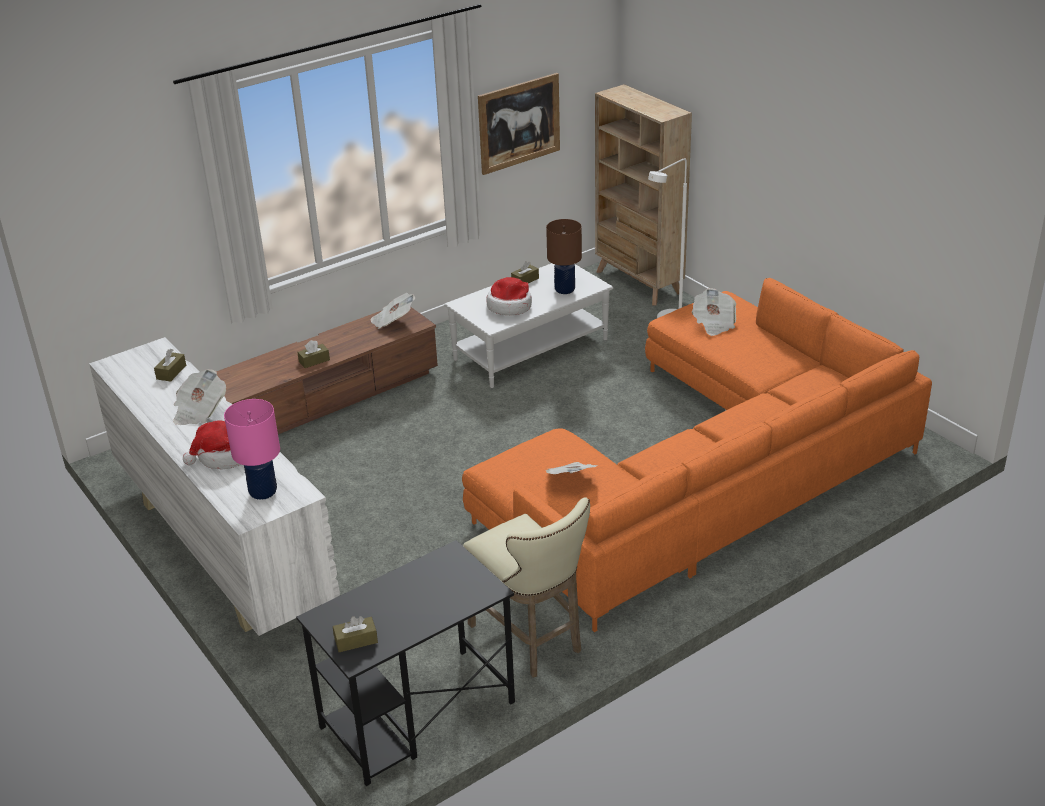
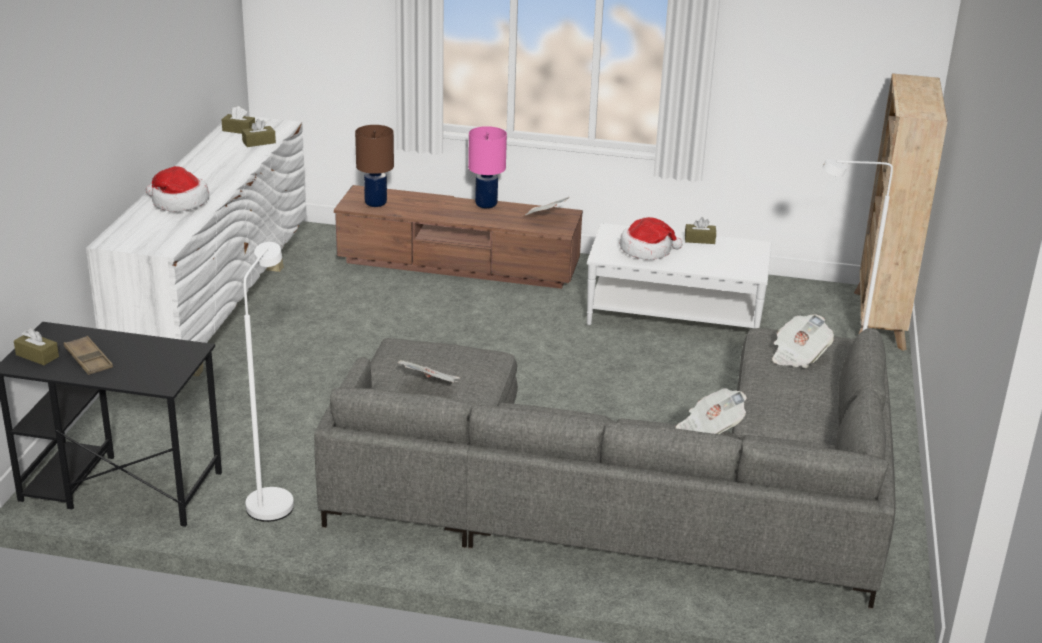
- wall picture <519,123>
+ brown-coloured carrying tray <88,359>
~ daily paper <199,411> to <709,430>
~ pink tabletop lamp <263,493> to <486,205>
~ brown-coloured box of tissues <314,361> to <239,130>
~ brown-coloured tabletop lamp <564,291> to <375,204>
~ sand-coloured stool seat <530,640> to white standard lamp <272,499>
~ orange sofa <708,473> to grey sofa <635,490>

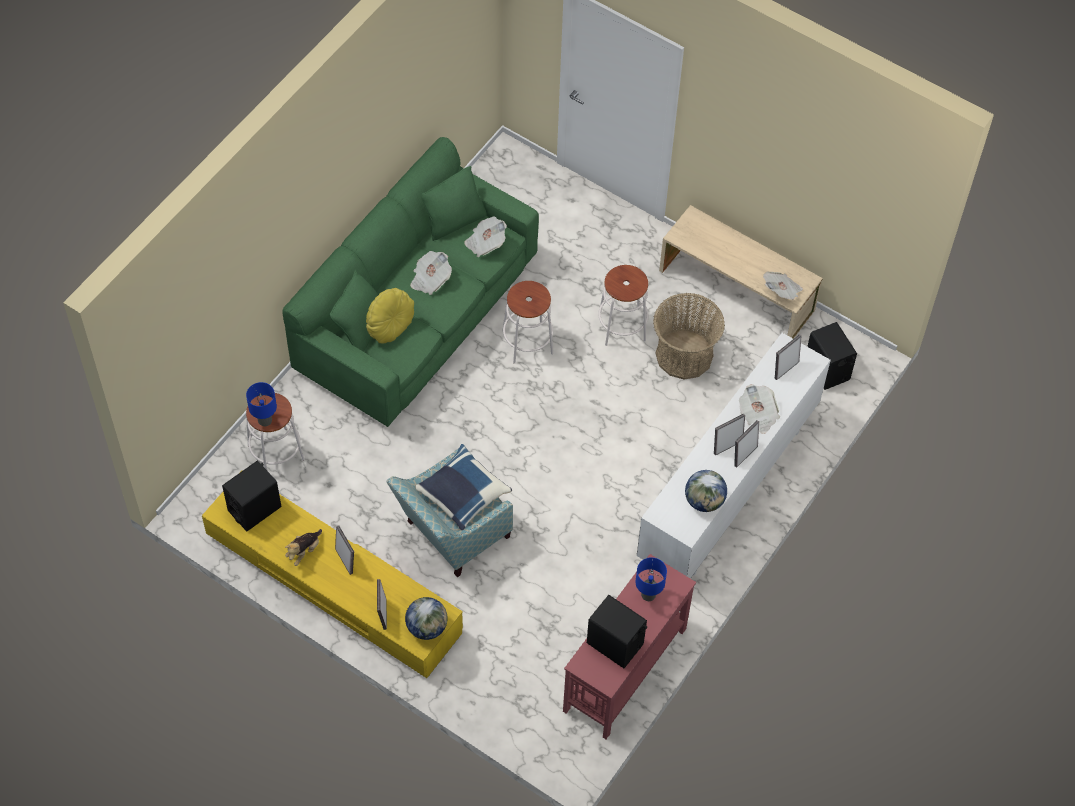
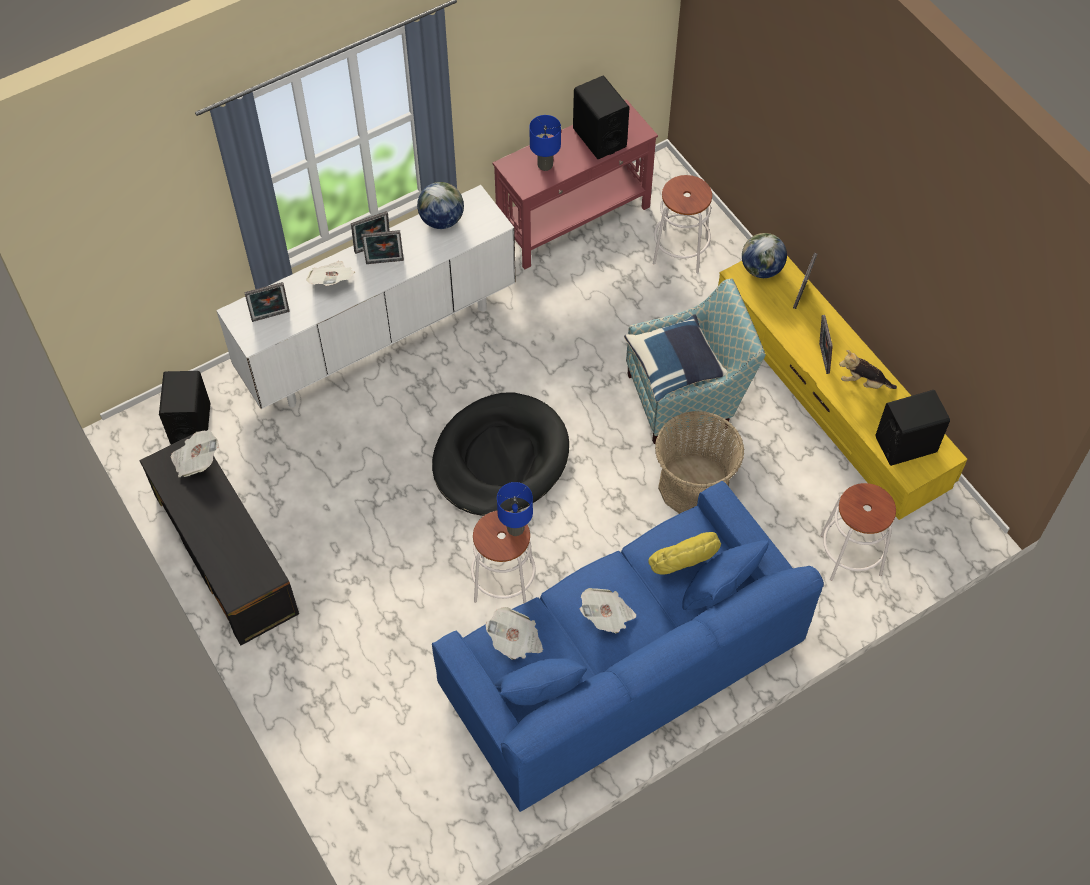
+ blackish dog cushion <500,458>
~ blue tabletop lamp <264,421> to <516,529>
~ white stool seat <622,326> to <680,250>
~ household basket <684,355> to <693,485>
~ green-coloured sofa <417,315> to blue sofa <620,666>
~ sand-coloured long seat <738,290> to blackish long seat <223,553>
~ plush toy <304,551> = <863,382> 135 degrees counterclockwise

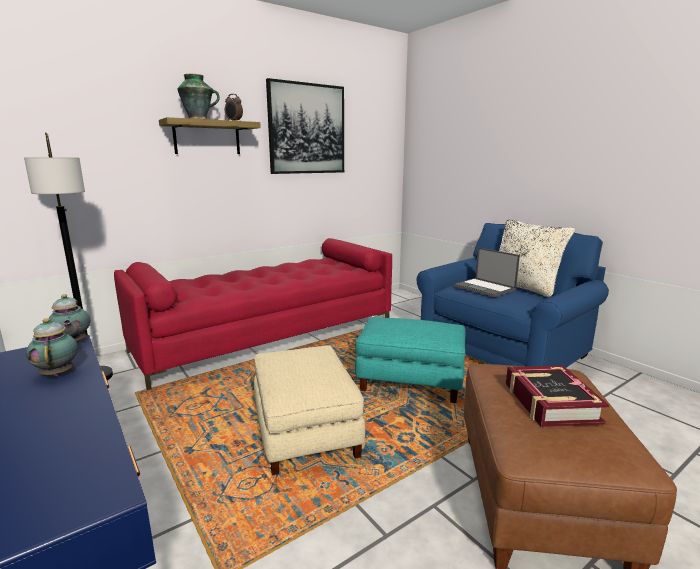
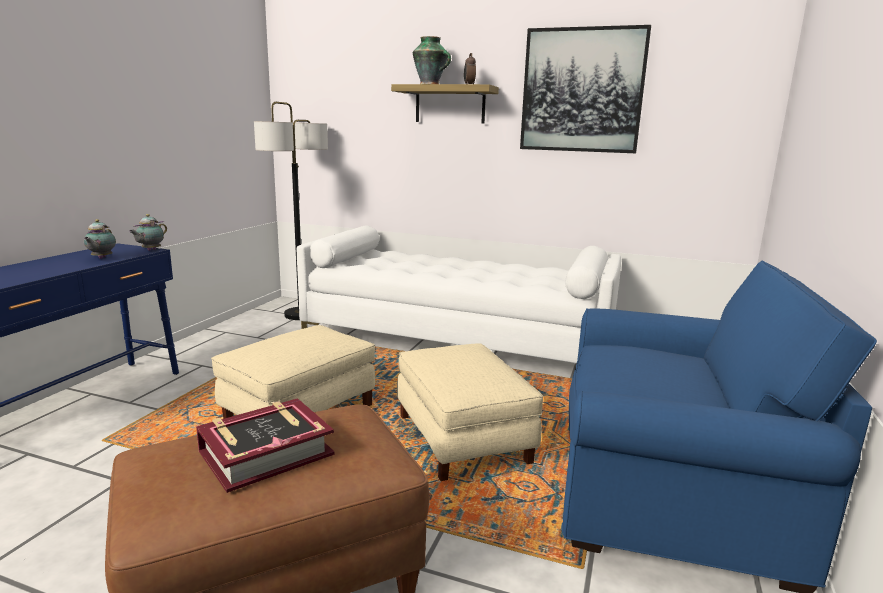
- laptop <485,288>
- sand-coloured cushion <524,289>
~ red-coloured sofa <269,336> to white sofa <456,340>
~ turquoise ottoman <411,380> to sand-coloured ottoman <463,439>
~ teapot <58,373> = <101,258> 150 degrees clockwise

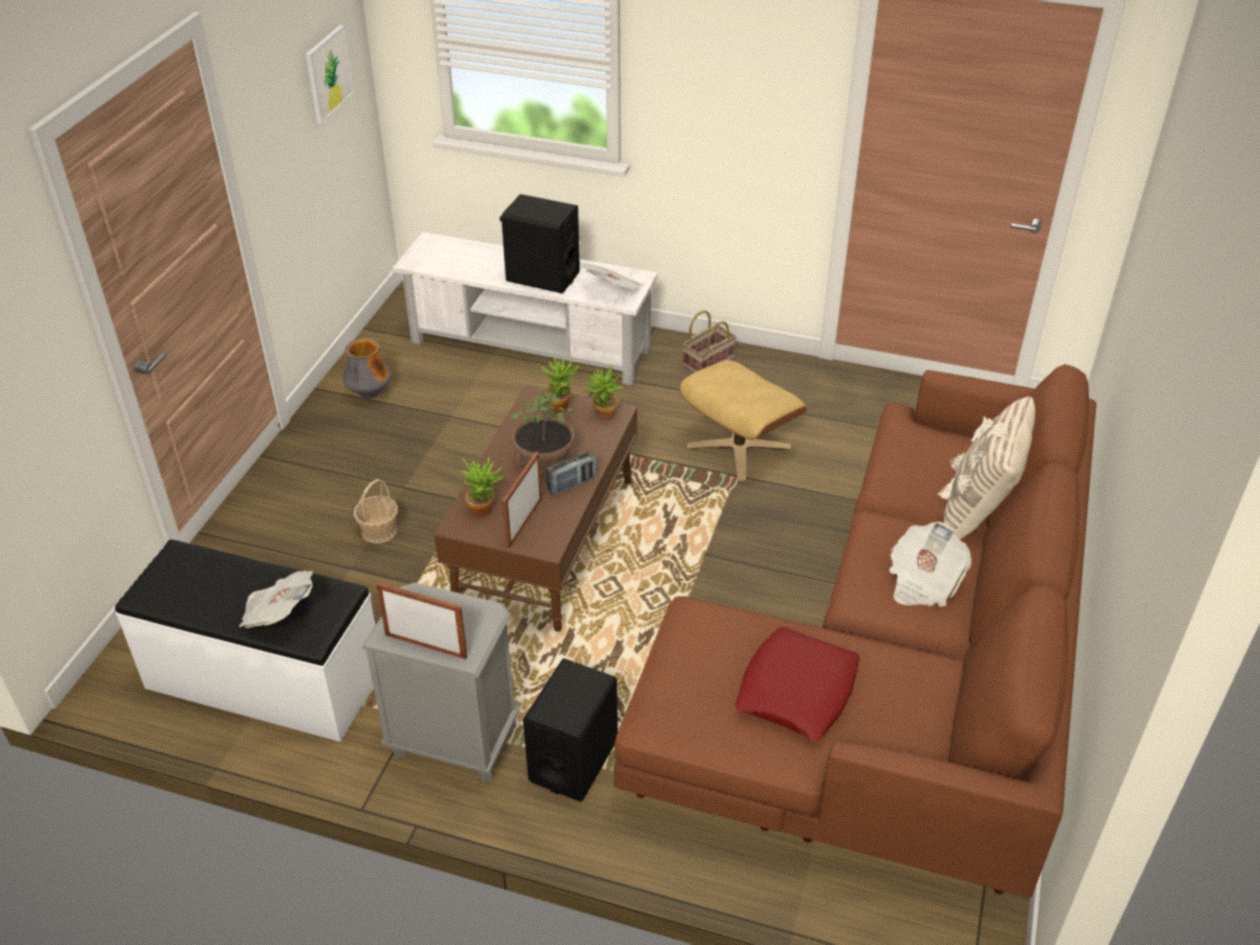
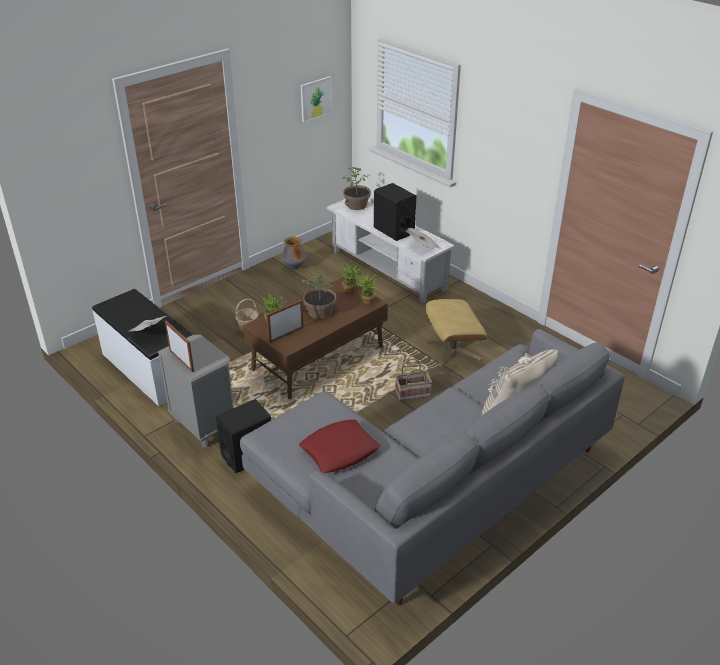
- radio <572,484>
- daily paper <923,581>
+ potted plant <357,205>
~ household basket <708,361> to <413,392>
~ brown-coloured sofa <896,684> to grey sofa <434,489>

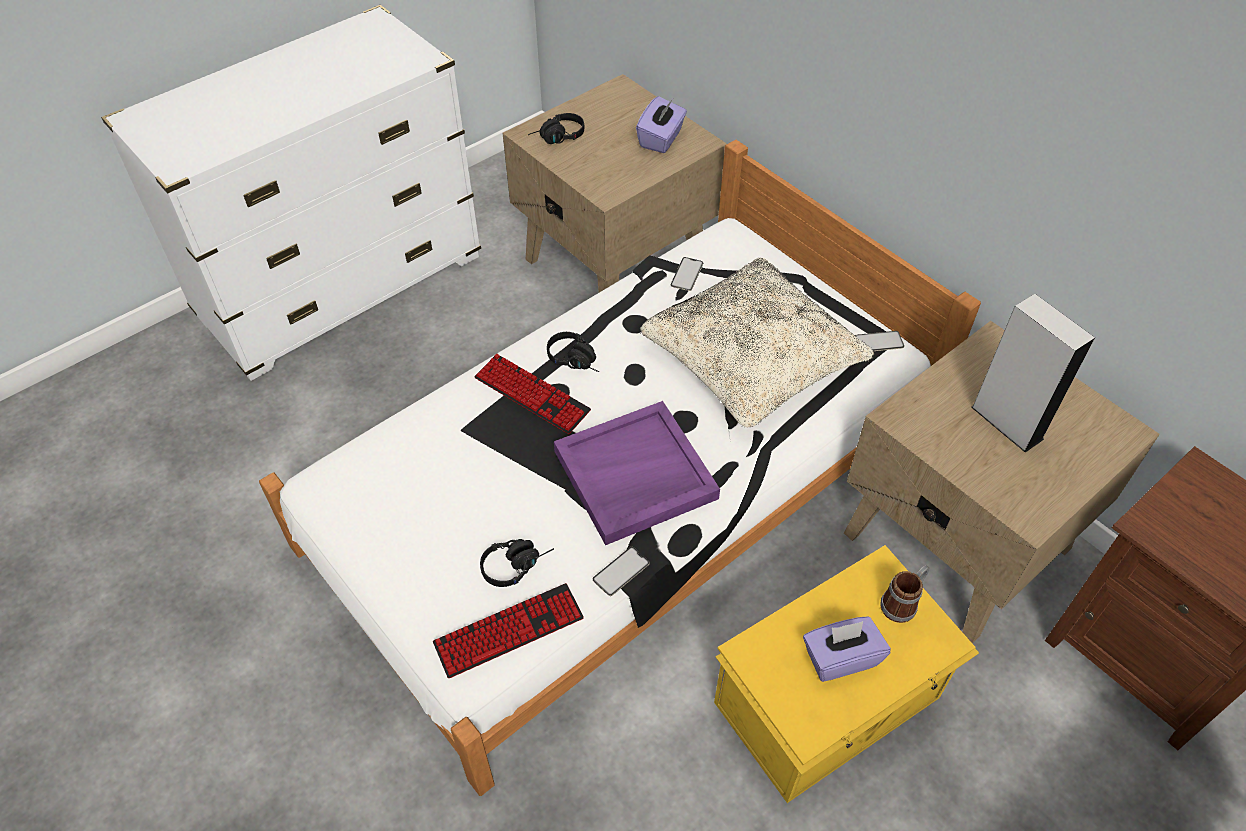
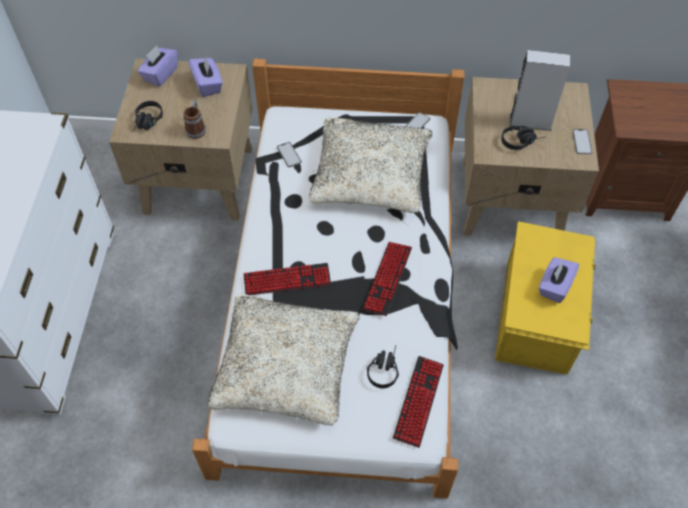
+ purplish box of tissues <160,74>
+ sand-coloured cushion <286,367>
~ blackish pair of headphones <577,361> to <521,141>
~ telephone <621,571> to <582,142>
~ coffee mug <902,602> to <196,128>
~ purplish carrying tray <634,476> to keyboard <387,279>

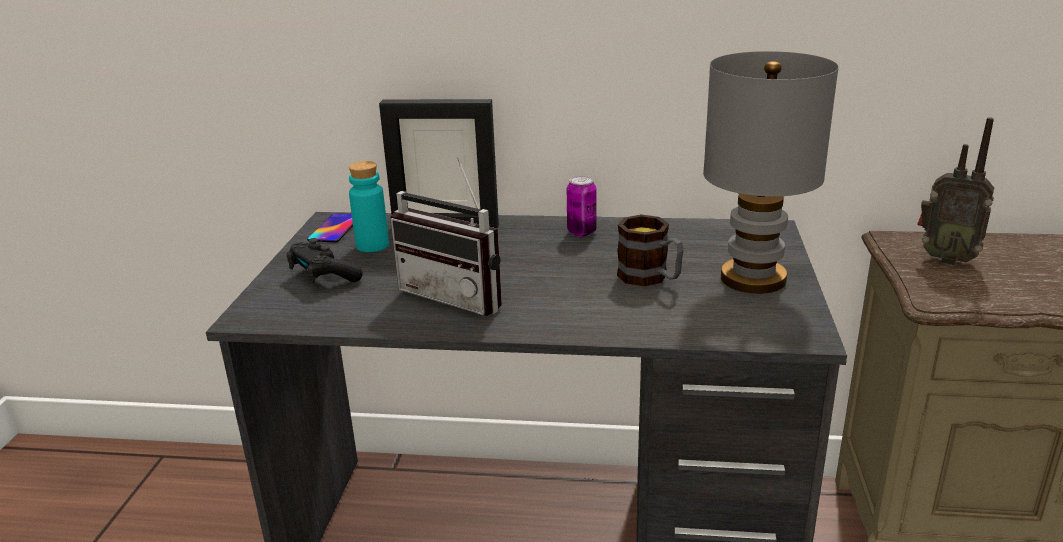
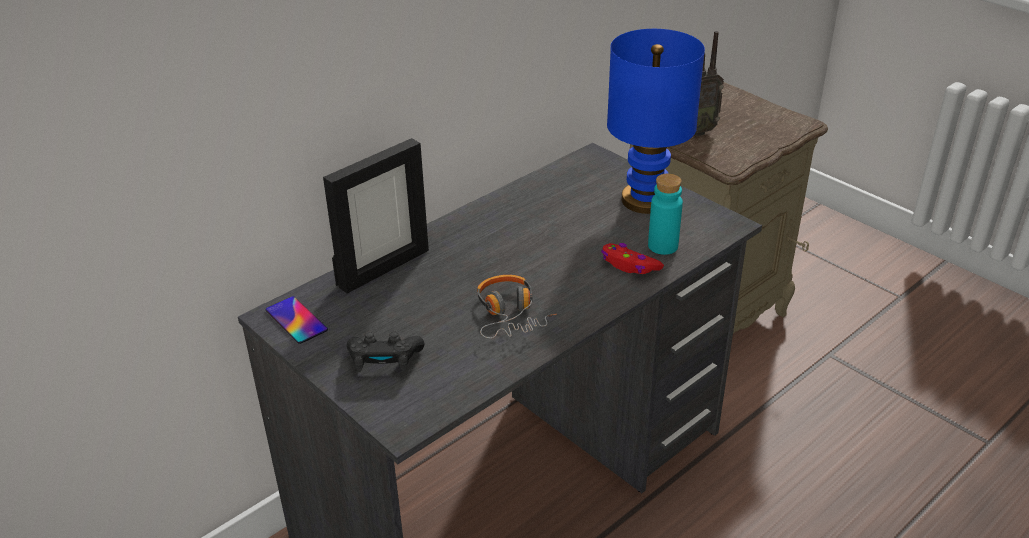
- metal can <581,232>
- coffee mug <650,278>
+ red-coloured game controller <629,265>
~ turquoise bottle <372,245> to <663,246>
~ radio <459,295> to pair of headphones <510,314>
~ grey tabletop lamp <755,279> to blue tabletop lamp <647,200>

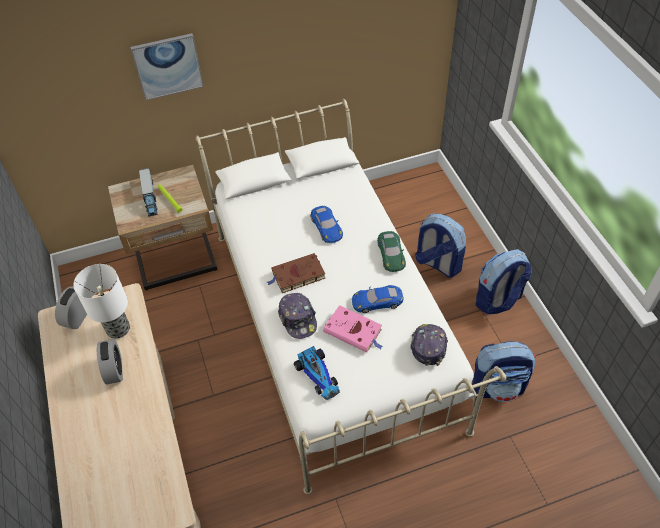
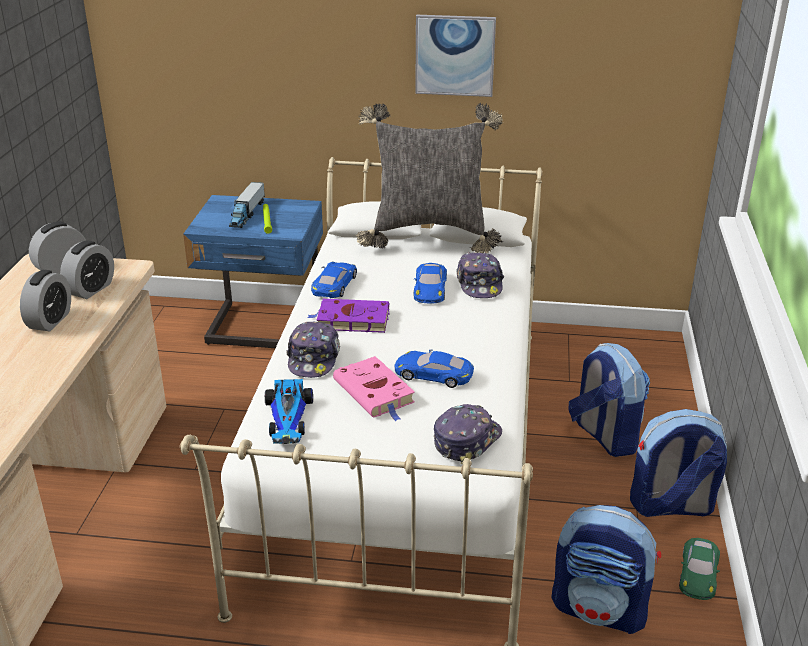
+ blue miniature car <334,285>
+ cushion <429,242>
+ peaked cap <480,284>
~ wall picture <167,66> to <455,55>
~ green-coloured miniature car <391,254> to <698,573>
~ tabletop lamp <117,328> to alarm clock <91,289>
~ sand-coloured night table <177,261> to blue night table <264,329>
~ brown-coloured volume <297,275> to purplish volume <351,320>

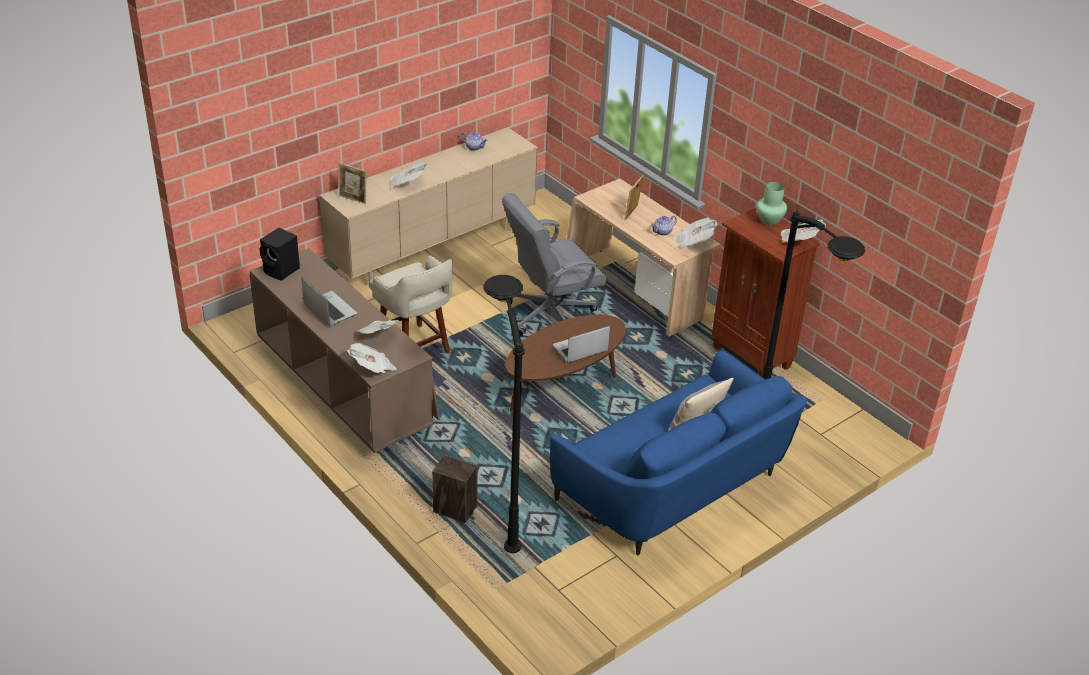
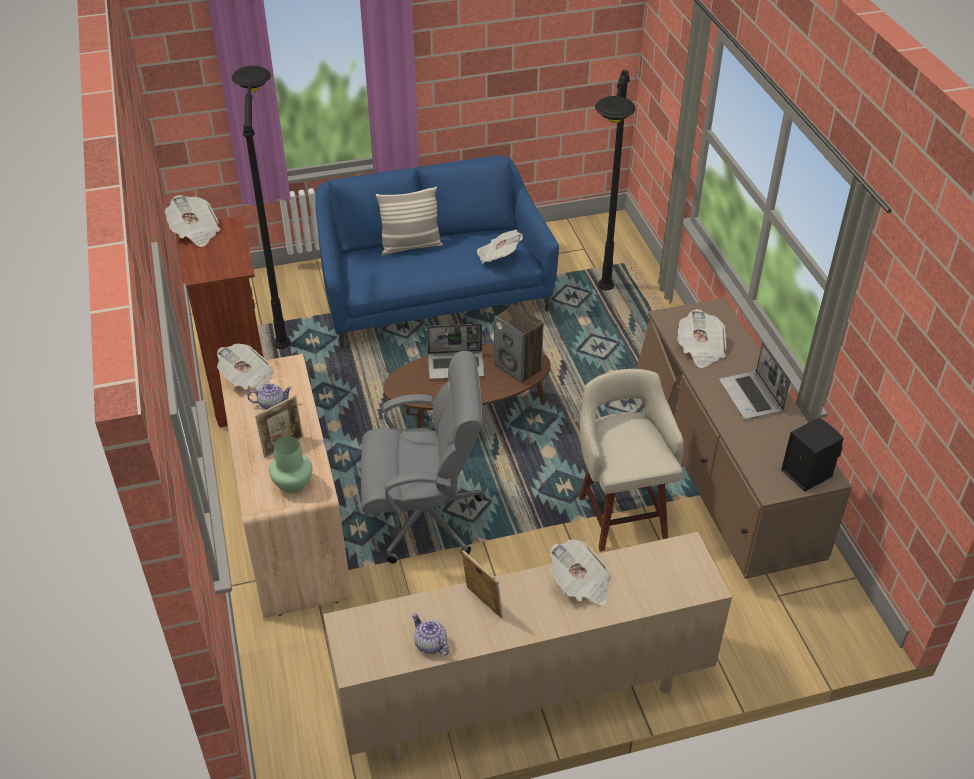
~ photo frame <353,199> to <482,603>
~ daily paper <373,368> to <498,256>
~ loudspeaker <454,509> to <518,367>
~ green-coloured flower vase <769,220> to <293,485>

